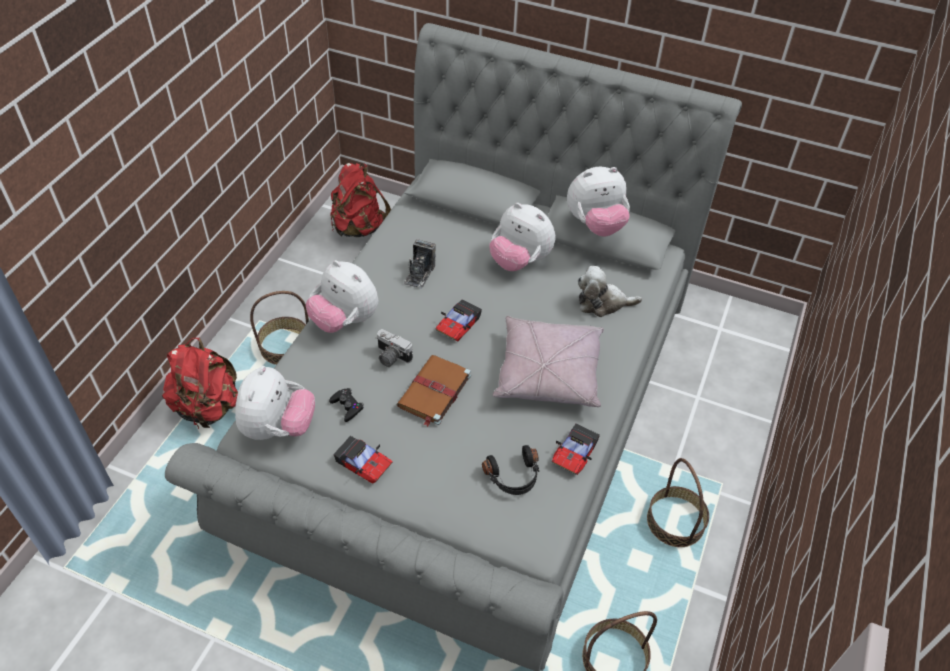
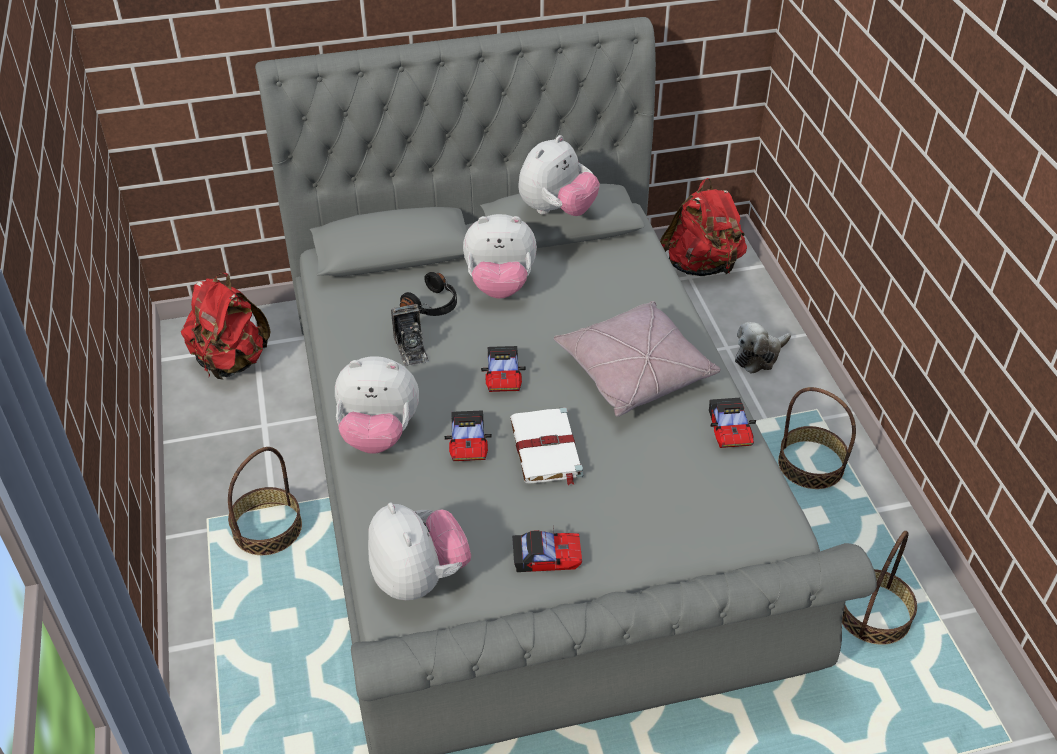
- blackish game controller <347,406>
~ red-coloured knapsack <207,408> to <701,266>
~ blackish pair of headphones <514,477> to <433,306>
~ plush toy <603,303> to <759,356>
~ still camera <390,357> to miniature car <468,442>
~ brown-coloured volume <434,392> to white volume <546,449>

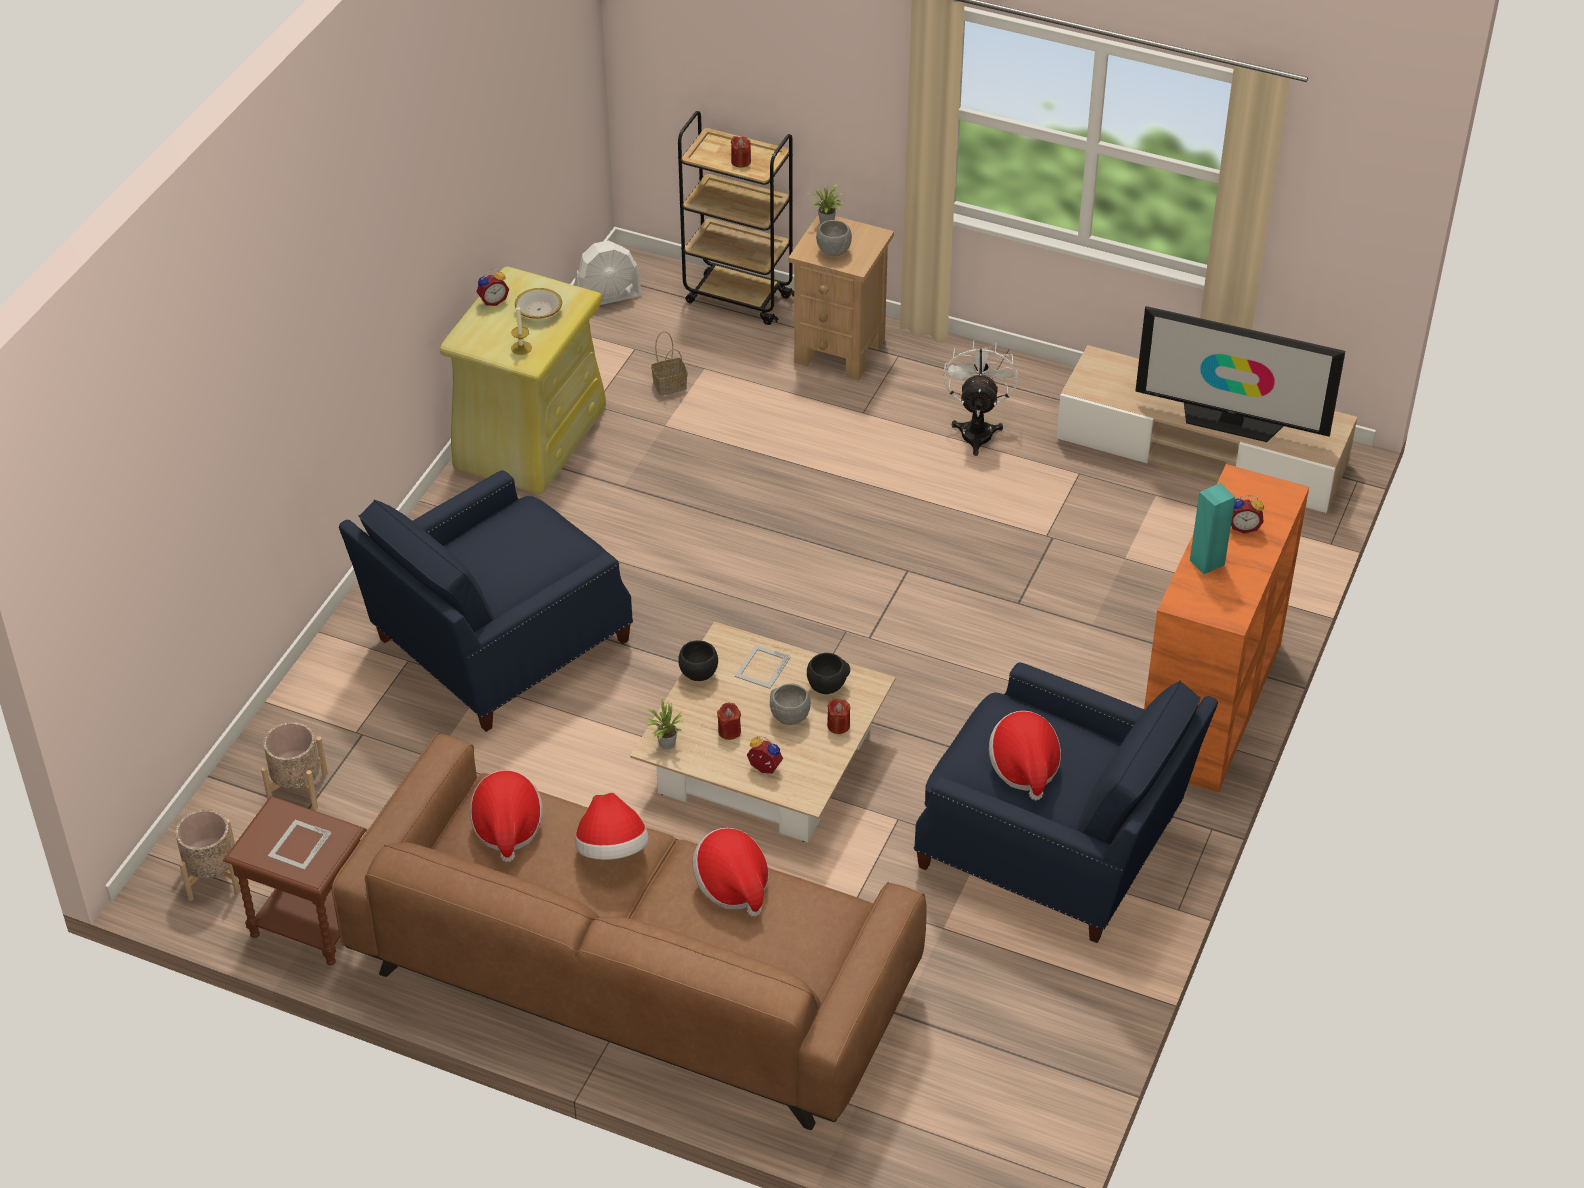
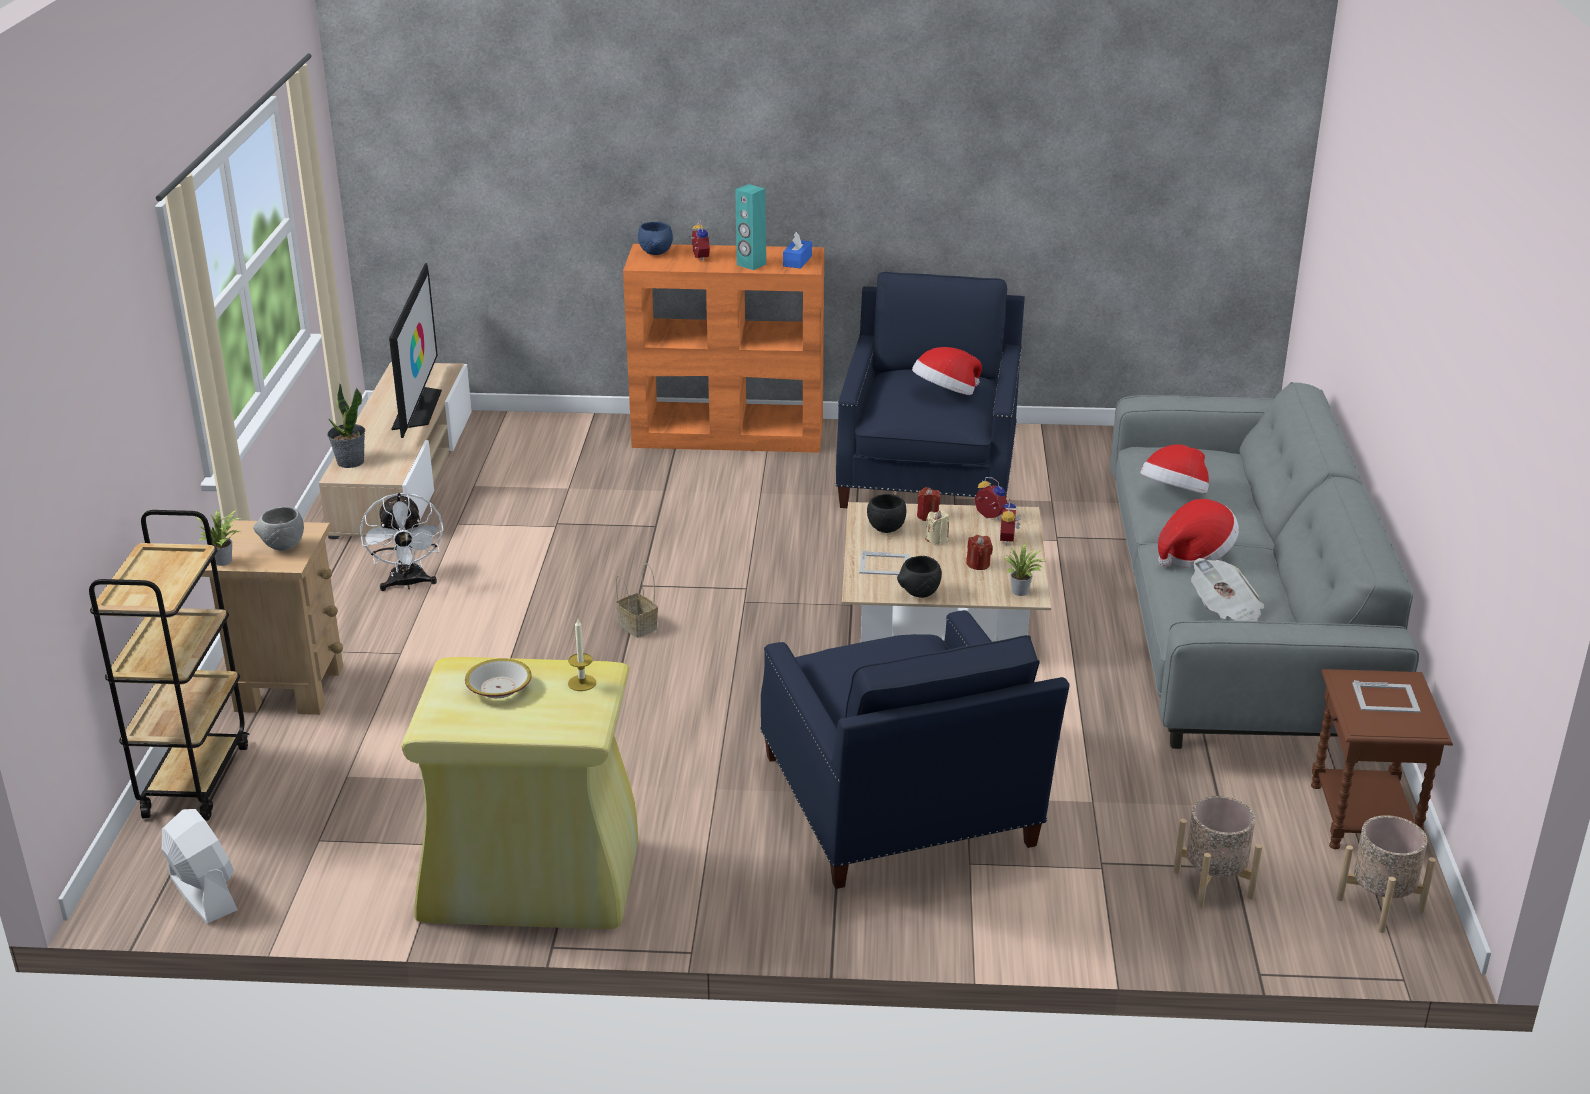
- red-coloured candle <741,161>
+ potted plant <350,462>
+ blue serving bowl <656,254>
+ blue box of tissues <797,261>
~ alarm clock <493,301> to <988,516>
~ household basket <670,385> to <636,626>
~ hat <507,828> to daily paper <1225,612>
~ grey serving bowl <789,717> to sand-coloured candle <937,539>
~ brown-coloured sofa <632,976> to grey sofa <1235,622>
~ blue lounge chair <497,643> = <900,806> 45 degrees clockwise
~ white fan <977,429> = <408,584> 90 degrees counterclockwise

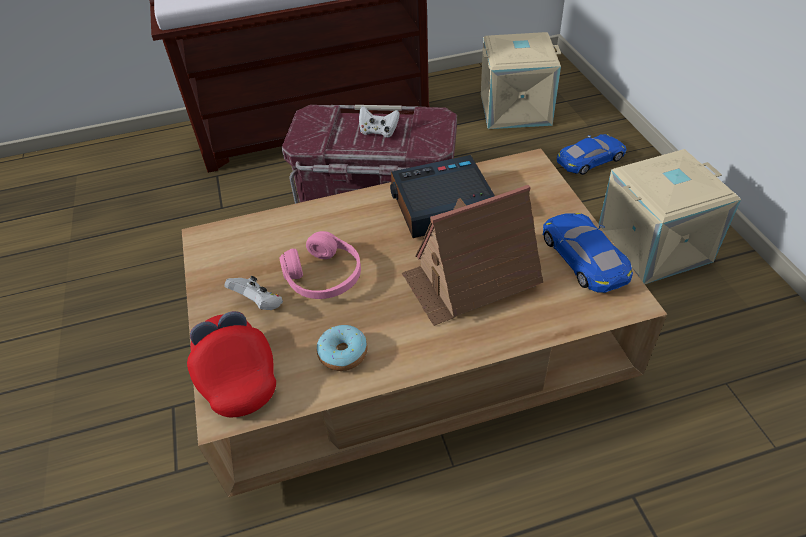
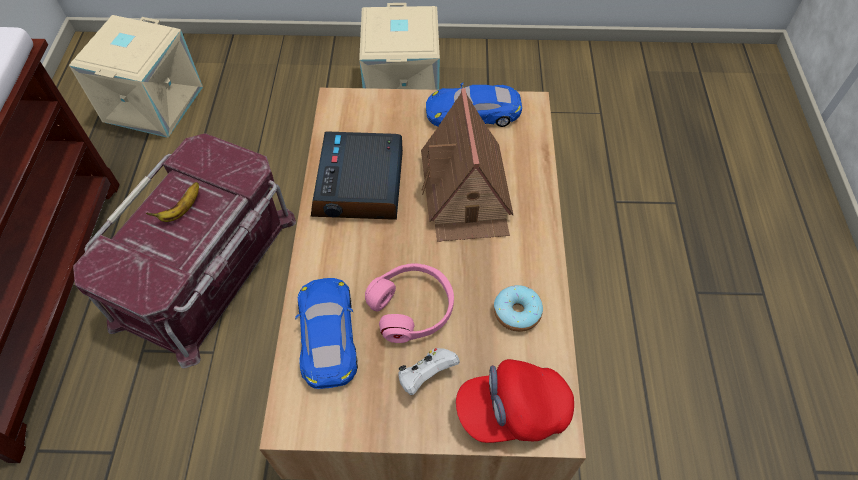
~ blue miniature car <590,159> to <328,335>
~ white game controller <378,132> to banana <182,210>

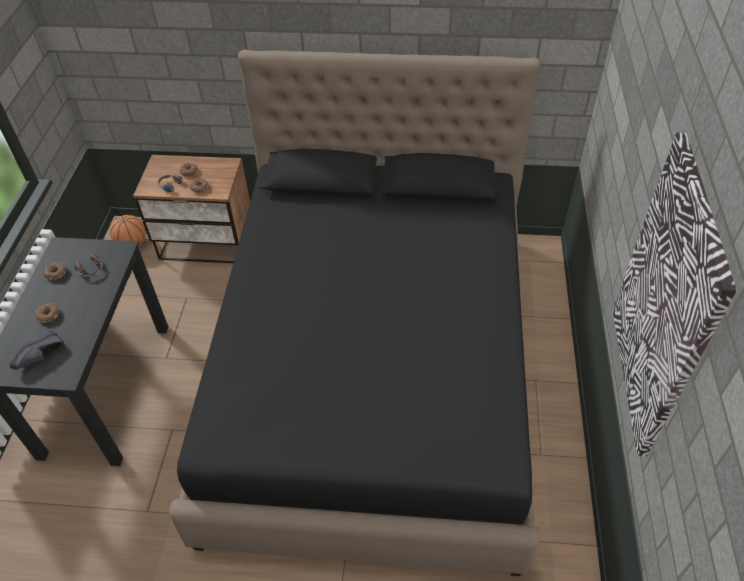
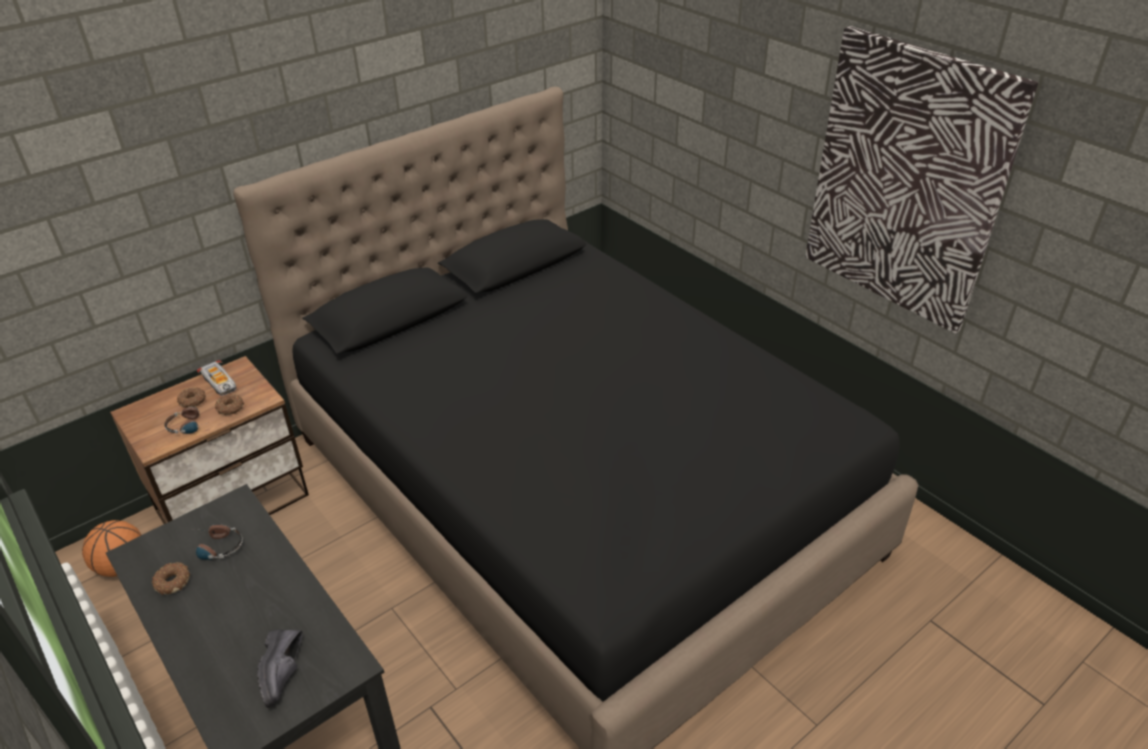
- doughnut <48,315>
+ miniature car <220,382>

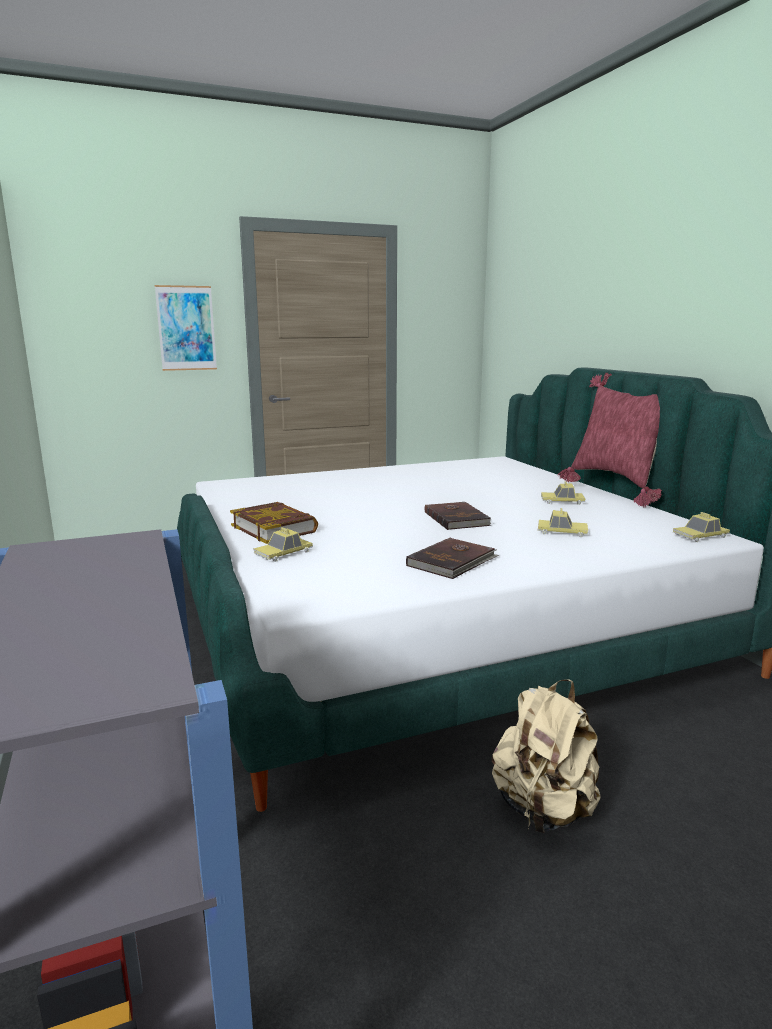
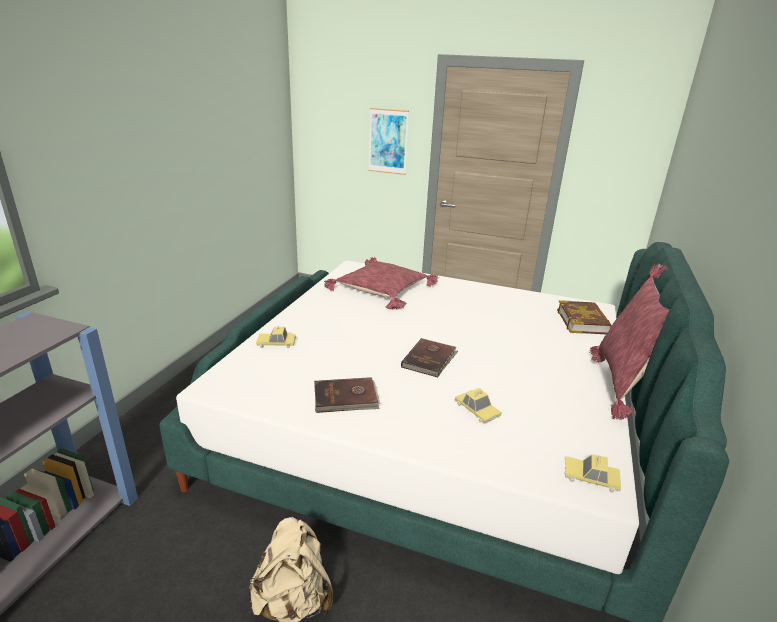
- miniature car <562,501>
+ red-coloured cushion <382,287>
~ volume <274,528> to <583,321>

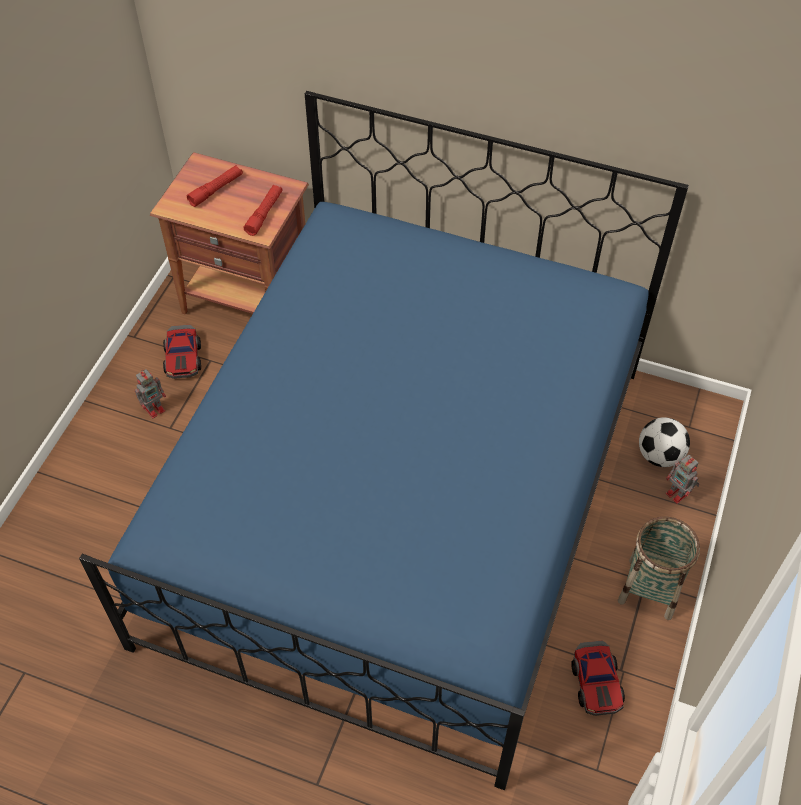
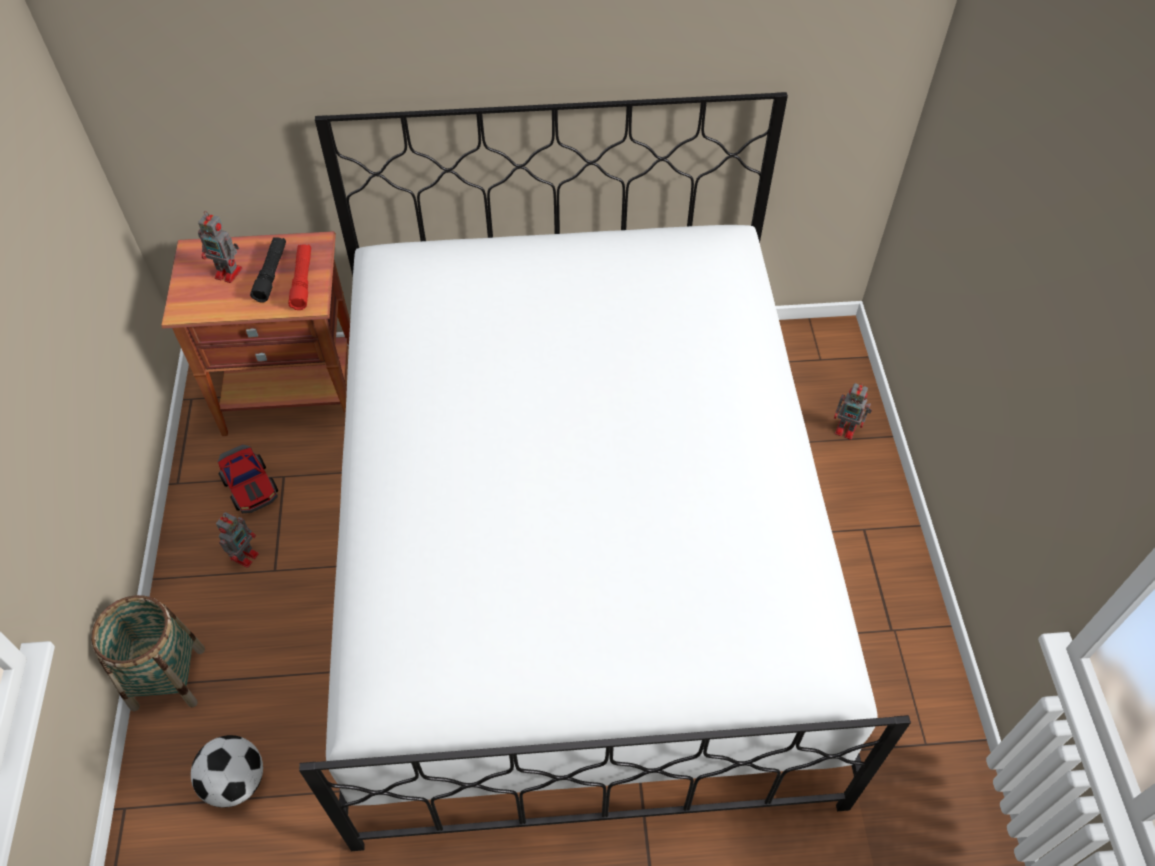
- miniature car <596,682>
+ blackish hand torch <271,274>
~ household basket <650,588> to <168,678>
~ football ball <659,455> to <236,781>
~ red-coloured hand torch <216,190> to robot figure <230,273>
~ blue bed <401,500> to white bed <577,546>

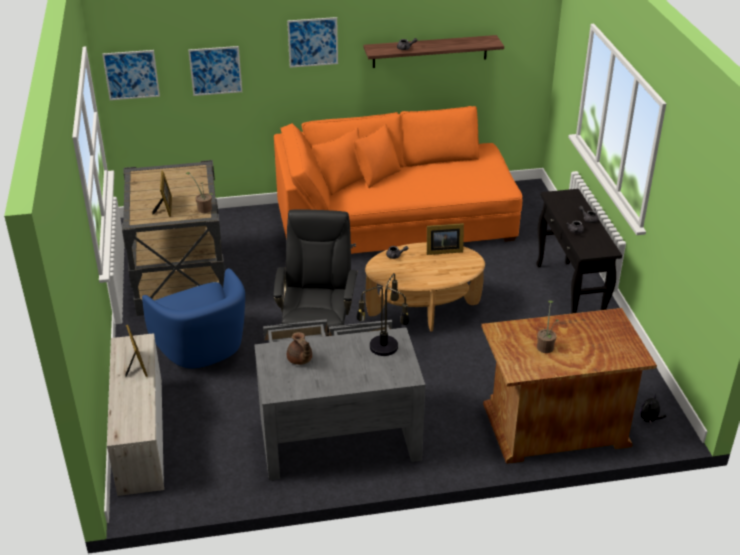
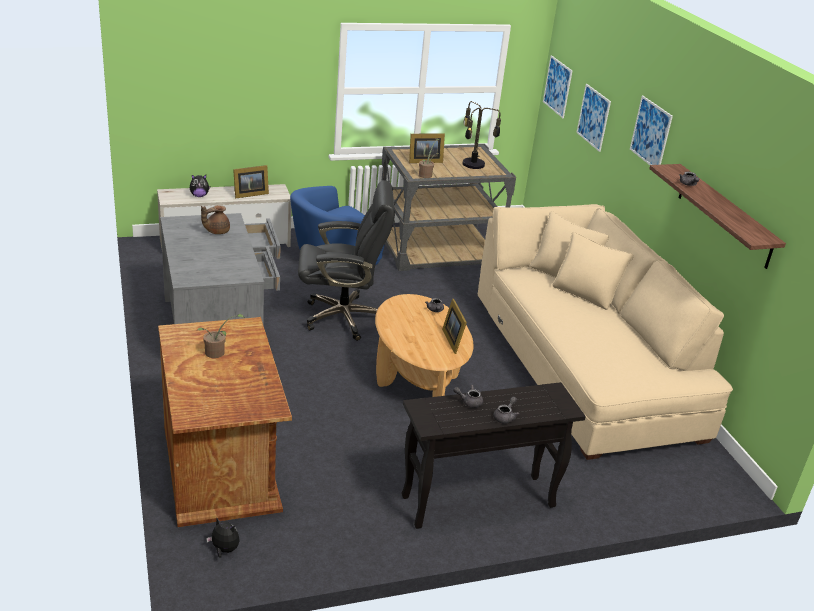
+ plush toy <199,196>
~ tabletop lamp <384,347> to <473,164>
~ orange sofa <396,223> to sand-coloured sofa <583,367>

